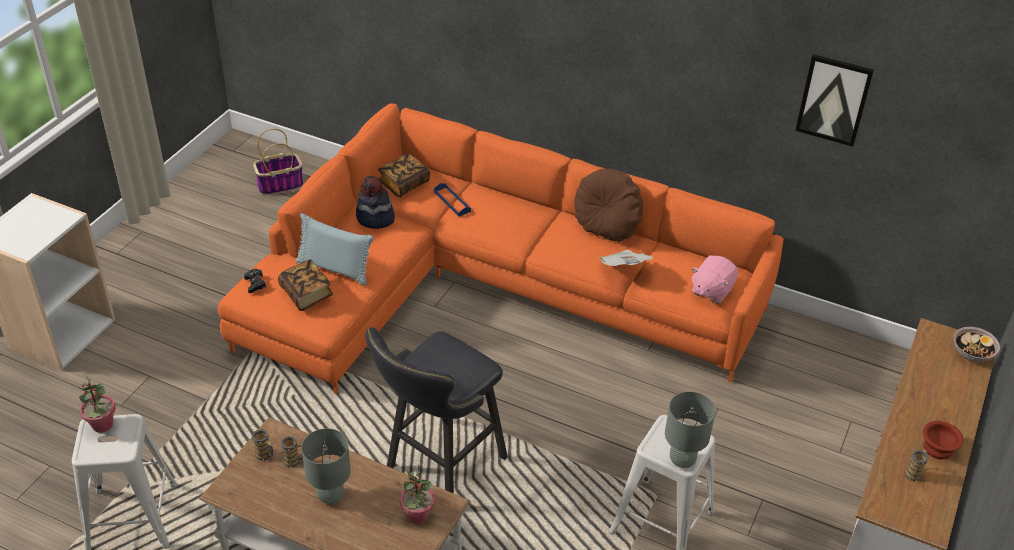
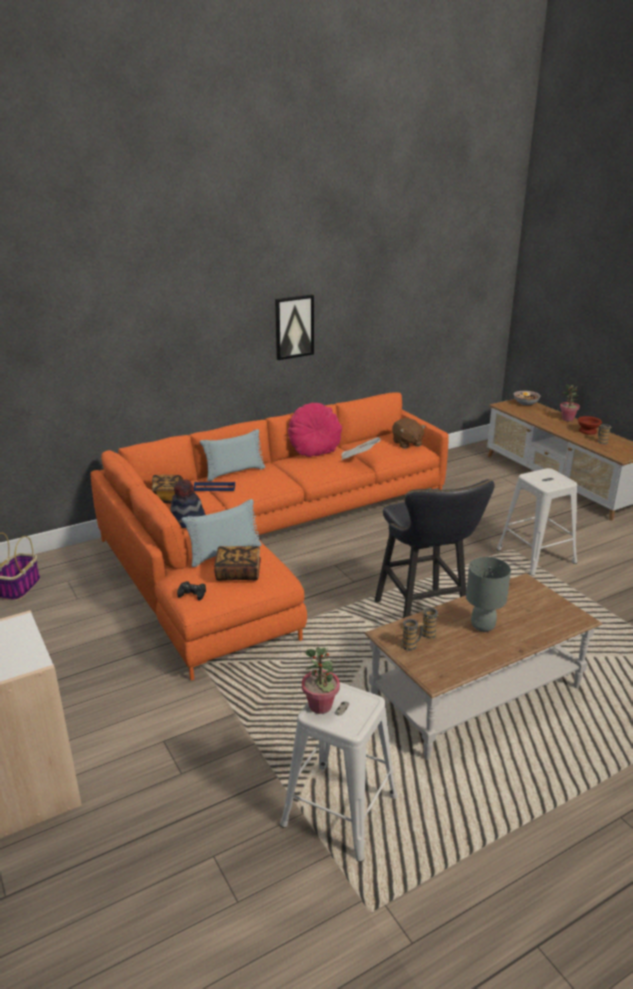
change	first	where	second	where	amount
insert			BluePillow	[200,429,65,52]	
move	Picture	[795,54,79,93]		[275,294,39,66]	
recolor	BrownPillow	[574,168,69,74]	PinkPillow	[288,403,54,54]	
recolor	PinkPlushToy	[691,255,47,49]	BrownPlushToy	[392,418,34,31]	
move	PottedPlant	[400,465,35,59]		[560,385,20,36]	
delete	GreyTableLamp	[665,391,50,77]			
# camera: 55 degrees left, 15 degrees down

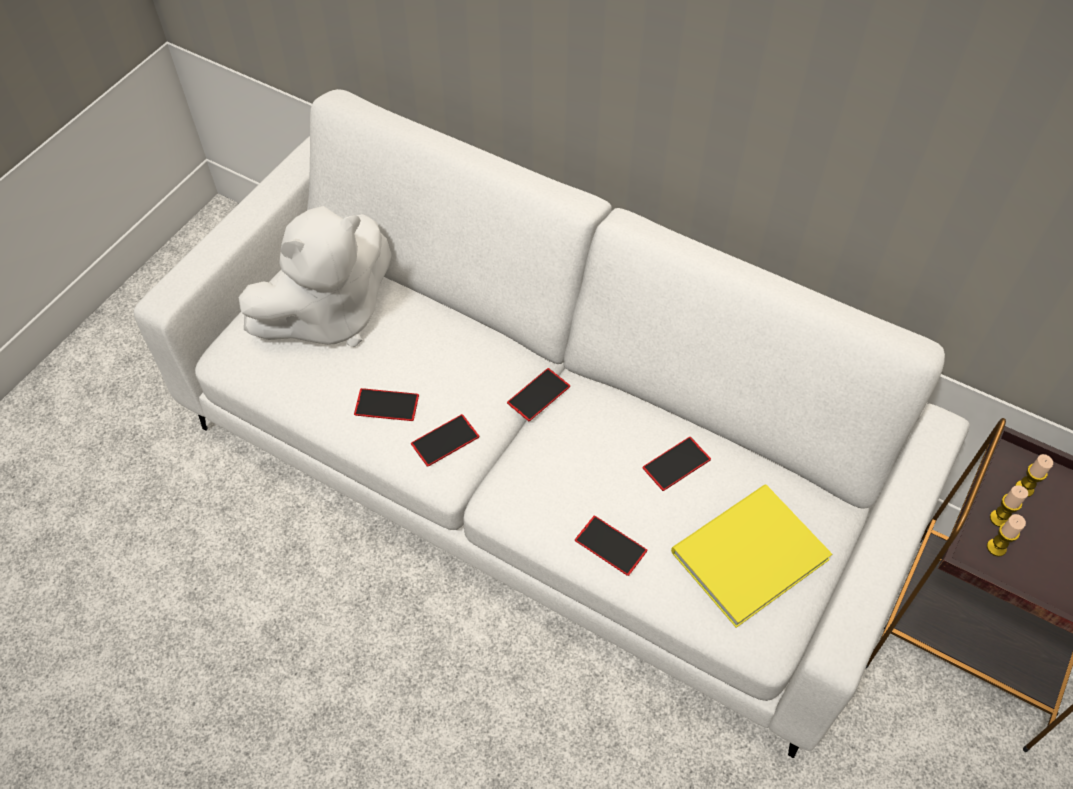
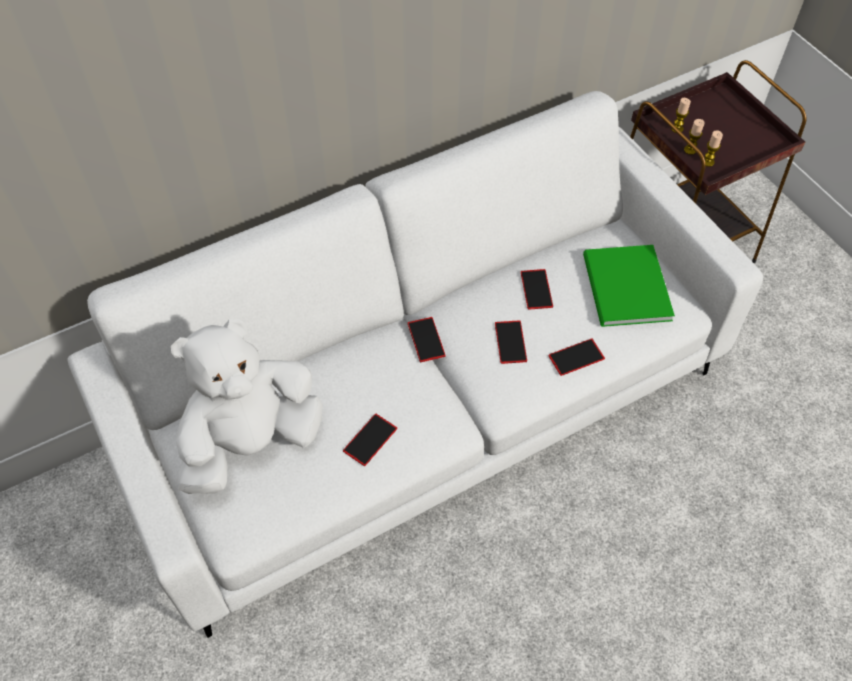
change	first	where	second	where	amount
rotate	WhitePlushToy	[238,206,153,141]		[171,319,152,175]	120 degrees counterclockwise
move	Phone	[411,414,68,53]		[495,320,32,44]	
recolor	YellowBook	[671,485,161,143]	GreenBook	[583,245,92,82]	
# camera: 60 degrees left, 0 degrees up

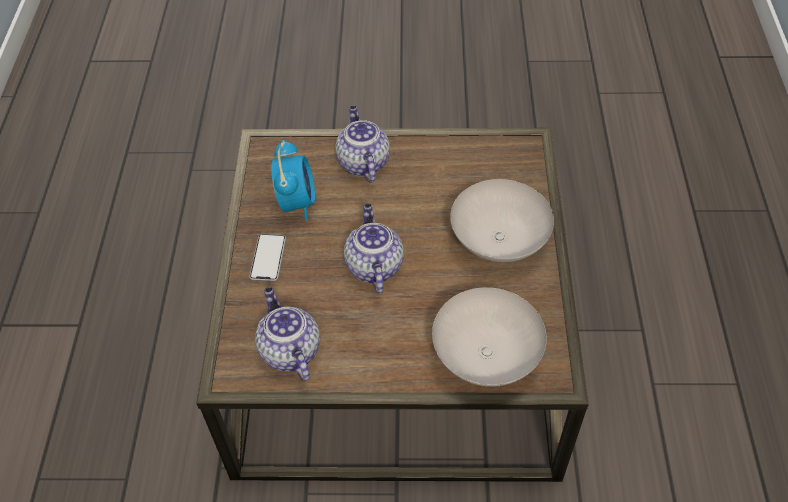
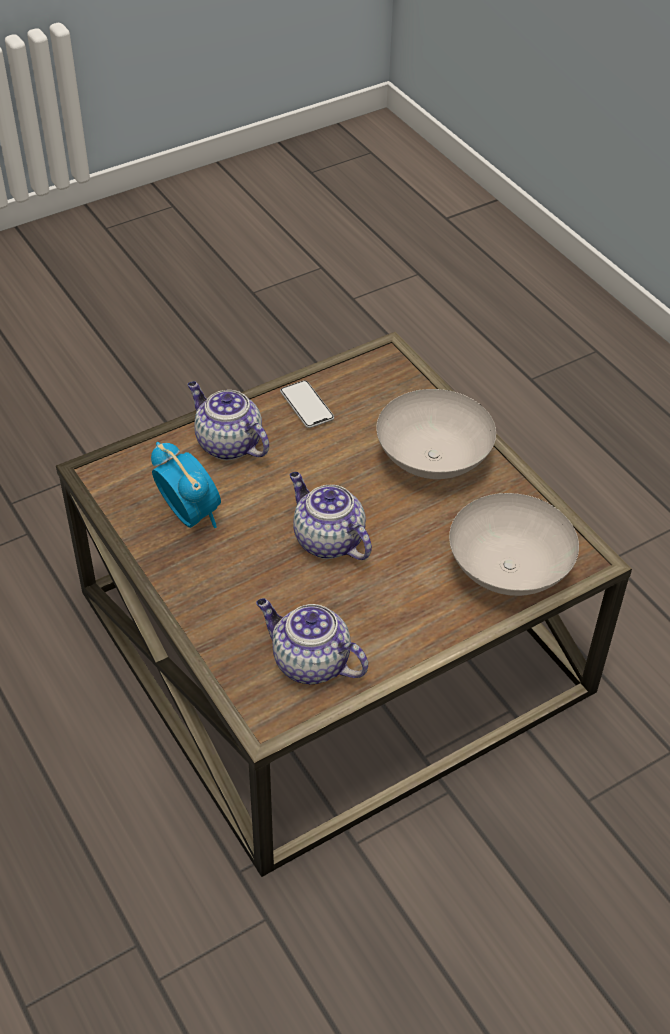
change	first	where	second	where	amount
move	Phone	[249,234,37,47]		[280,380,54,48]	
# camera: 35 degrees left, 5 degrees down

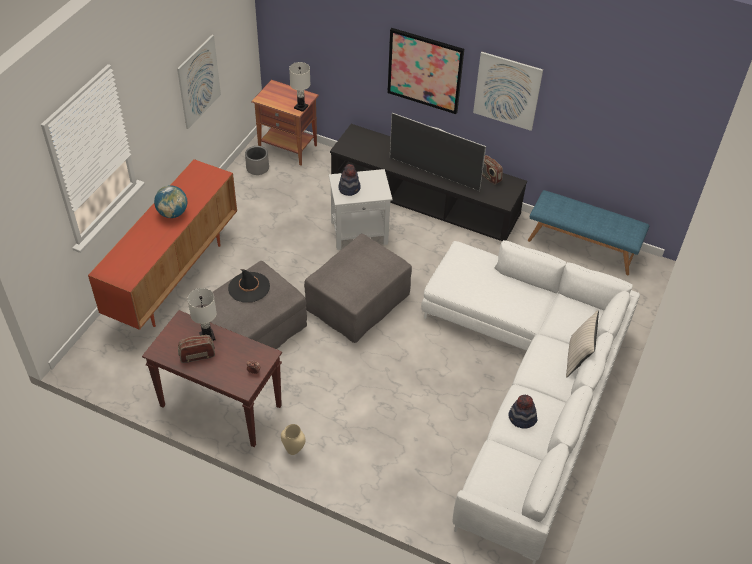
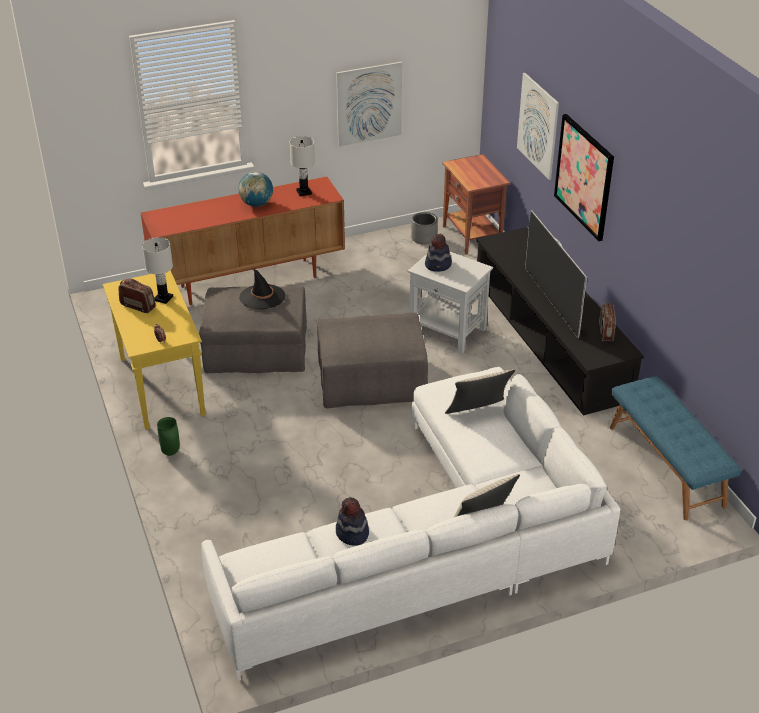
change	first	where	second	where	amount
recolor	BrownConsoleTable	[142,310,140,137]	YellowConsoleTable	[103,270,102,160]	
recolor	BeigeVase	[281,424,24,31]	GreenVase	[157,417,23,39]	
move	WhiteTableLamp	[289,62,22,50]		[290,136,25,60]	
insert			BeigePillow	[445,369,70,45]	
move	Picture	[473,52,70,79]		[517,73,42,107]	
# camera: 45 degrees right, 10 degrees down

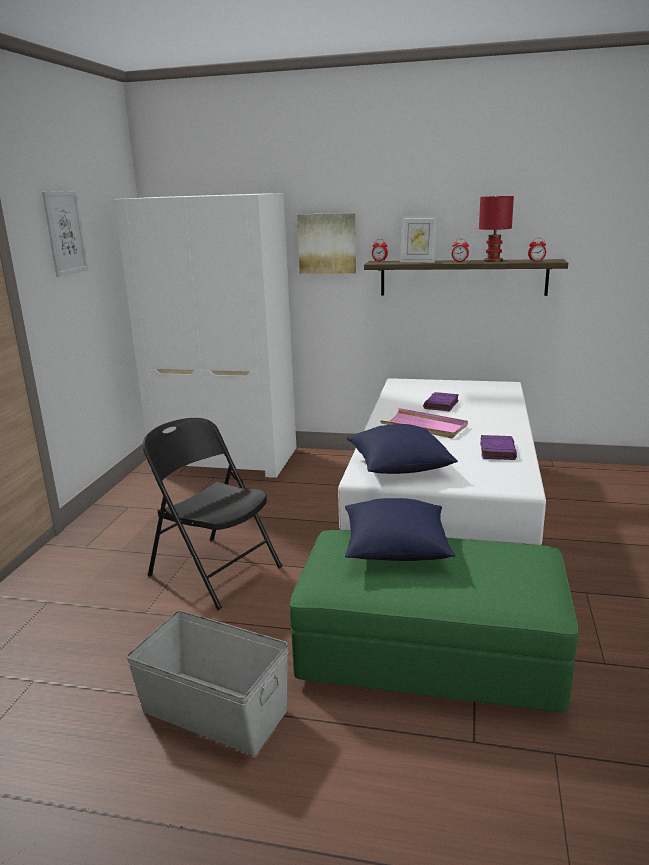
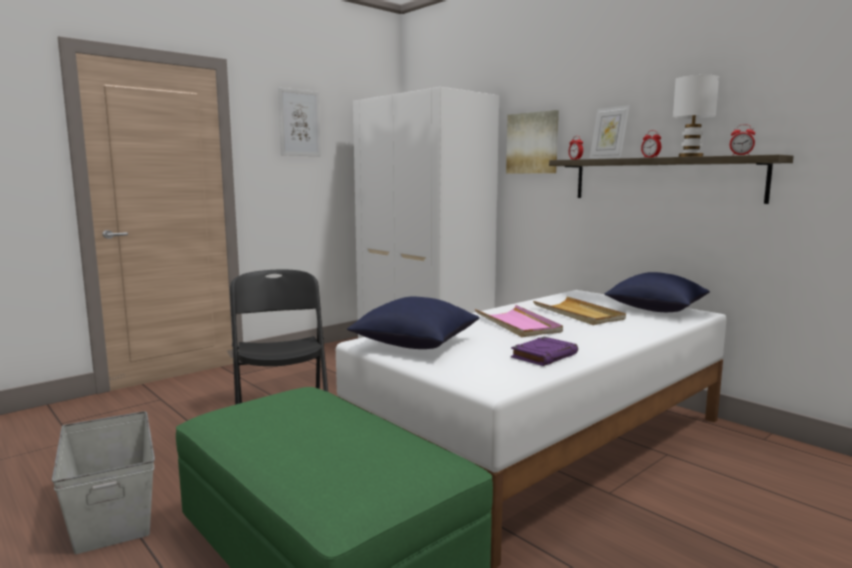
change	first	where	second	where	amount
replace	PurpleBook	[423,392,36,19]	BeigeTray	[533,297,93,28]	
move	BluePillow	[345,498,110,63]		[604,272,106,40]	
recolor	RedTableLamp	[479,196,35,66]	WhiteTableLamp	[673,75,46,82]	
# camera: 35 degrees right, 10 degrees down

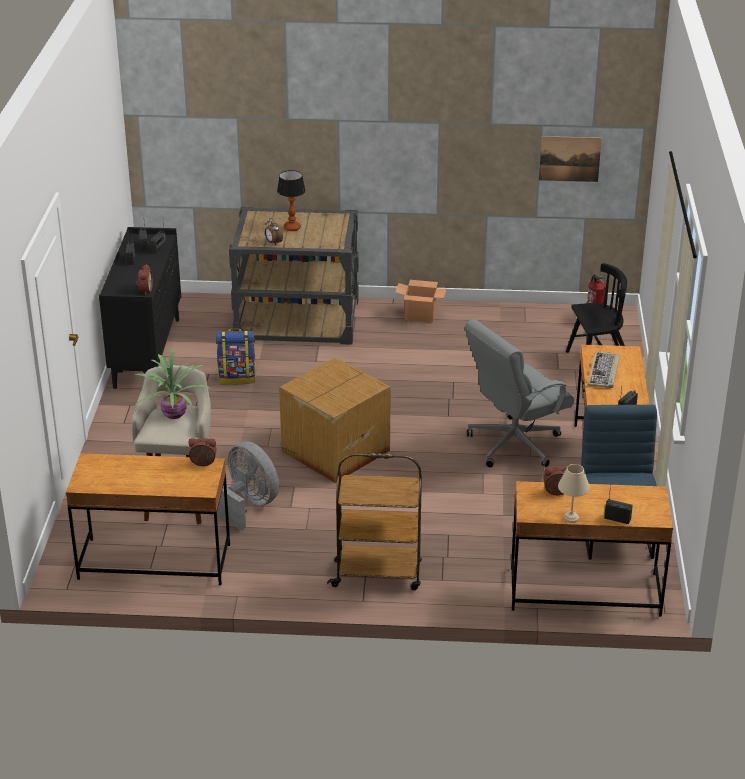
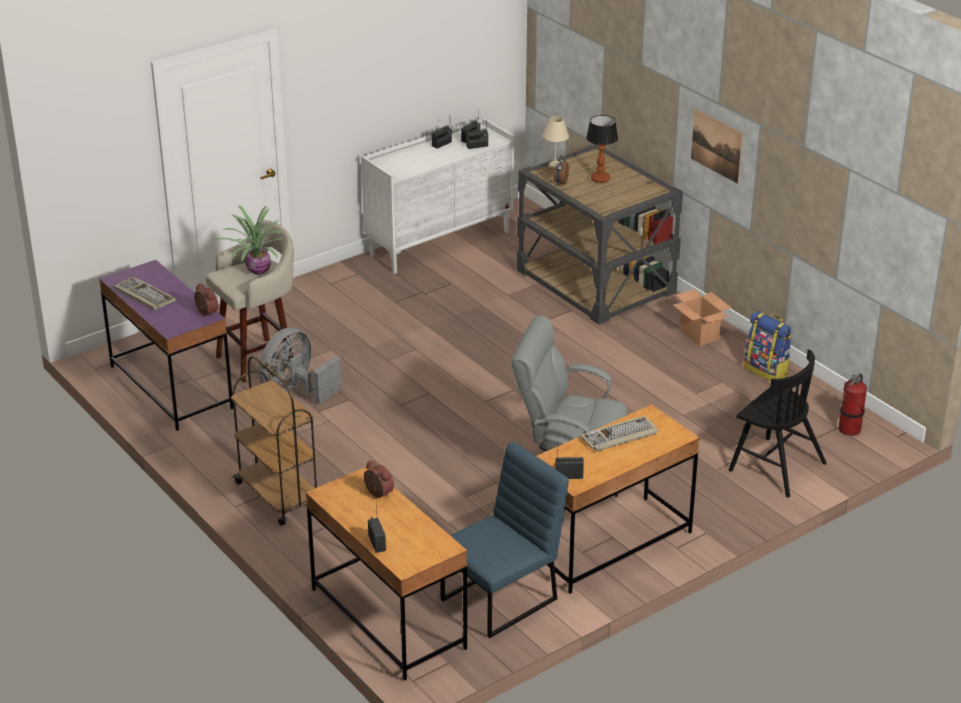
change	first	where	second	where	amount
recolor	BrownDesk	[66,453,164,132]	PurpleDesk	[99,260,134,171]	
insert			Keyboard	[114,277,62,33]	
rotate	GreyFan	[218,441,61,89]		[259,328,83,76]	150 degrees counterclockwise
recolor	BlackCabinet	[99,227,82,162]	WhiteCabinet	[361,117,154,157]	
move	BeigeTableLamp	[558,464,32,59]		[543,116,26,52]	
move	Picture	[539,136,63,46]		[691,109,52,75]	
move	Backpack	[216,329,40,56]		[744,311,48,71]	
delete	AlarmClock	[136,264,17,31]			
delete	CardboardBox	[279,357,112,126]			
# camera: 50 degrees right, 0 degrees up

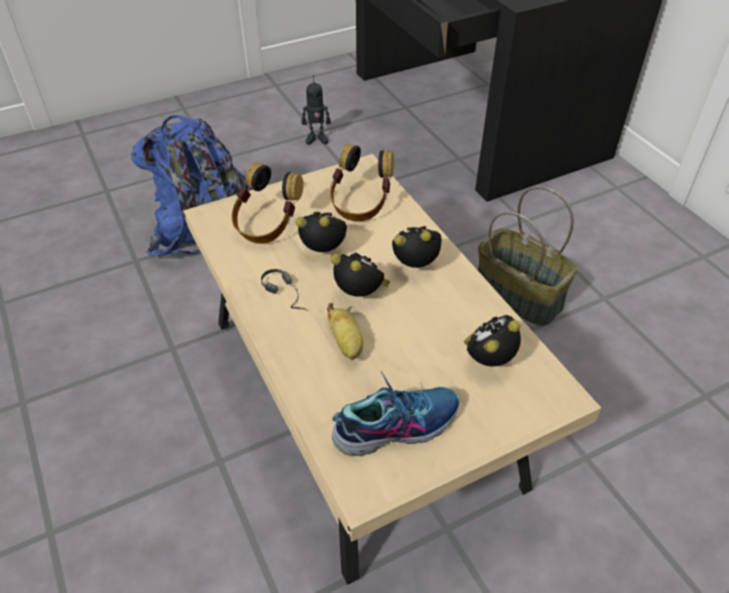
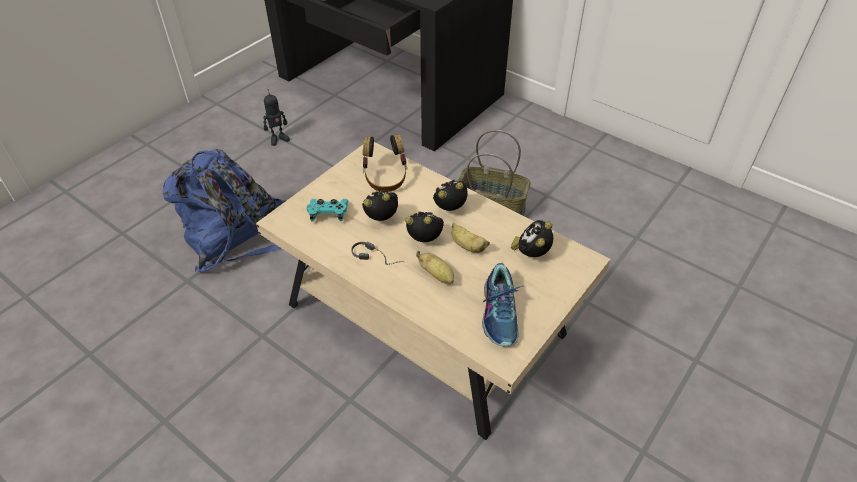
change	first	where	second	where	amount
replace	Headphones	[232,163,71,81]	TurquoiseGameController	[306,199,42,22]	
insert			Banana	[452,223,38,30]	
rotate	Shoe	[332,372,128,84]		[482,262,41,85]	135 degrees clockwise
# camera: 25 degrees left, 0 degrees up

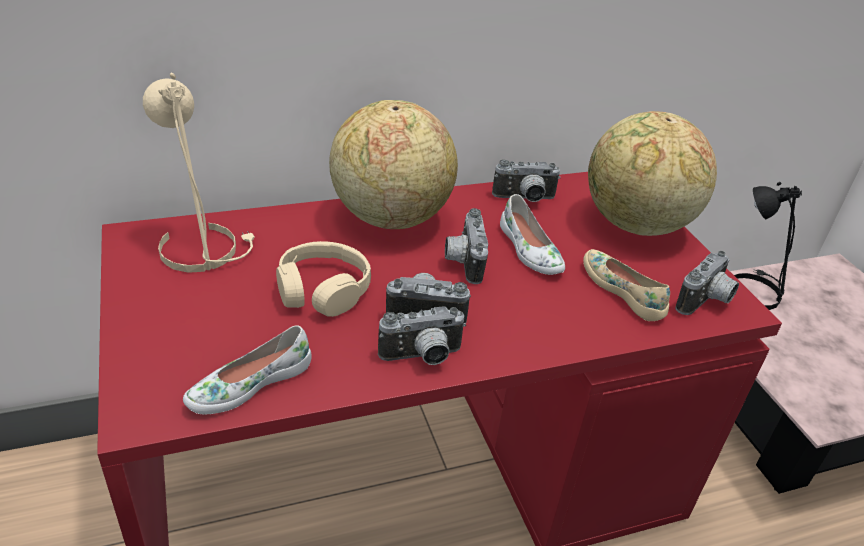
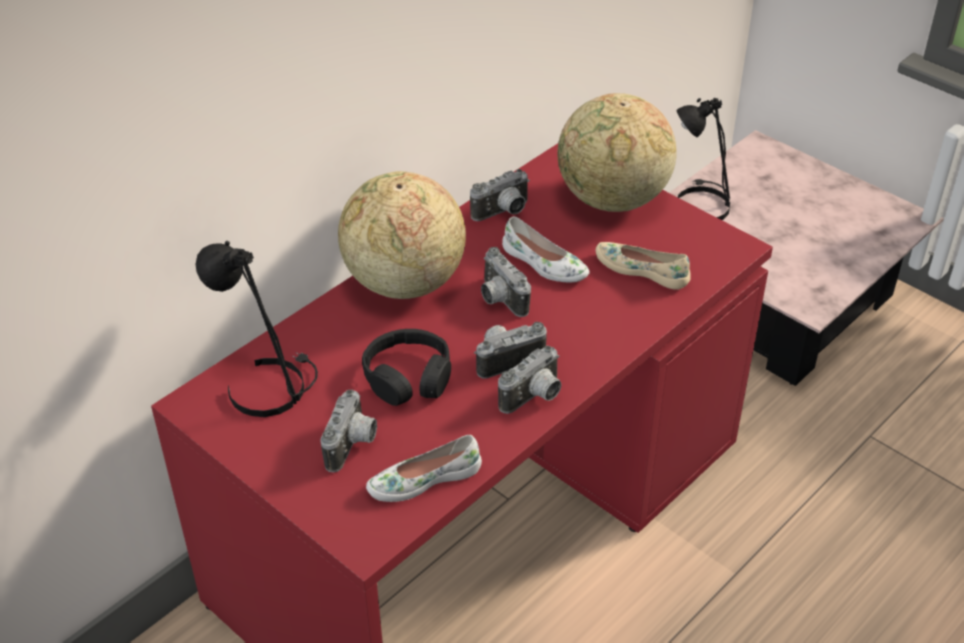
change	first	where	second	where	amount
recolor	BeigeTableLamp	[143,73,112,200]	BlackTableLamp	[195,241,123,176]	
move	PhotoCamera	[675,250,64,65]		[320,389,57,83]	
recolor	BeigeHeadphones	[276,241,95,76]	BlackHeadphones	[362,329,89,77]	
rotate	WhiteShoe	[183,325,129,89]		[366,435,116,67]	45 degrees clockwise
# camera: 25 degrees left, 5 degrees up

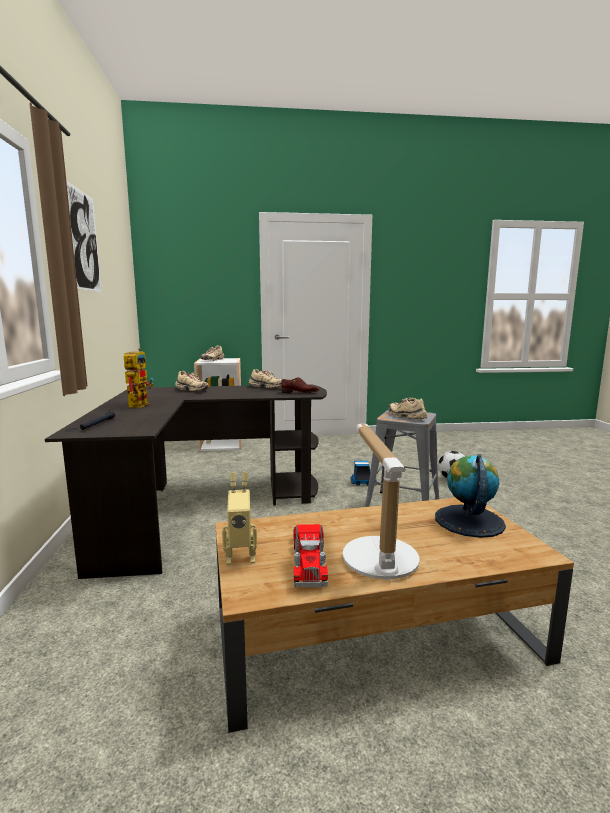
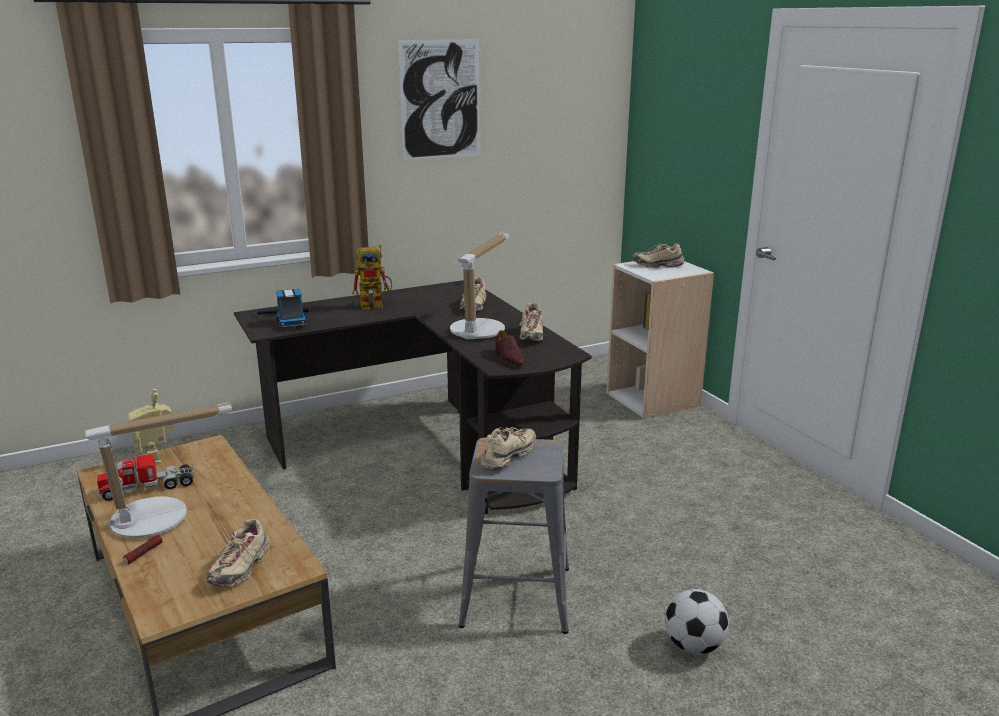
change	first	where	second	where	amount
insert			Flashlight	[123,535,39,29]	
replace	Globe	[435,454,71,84]	BeigeShoe	[207,519,63,68]	
move	ToyTruck	[350,461,27,25]		[276,289,31,39]	
insert			TableLamp	[450,233,59,106]	
# camera: 70 degrees right, 10 degrees up

